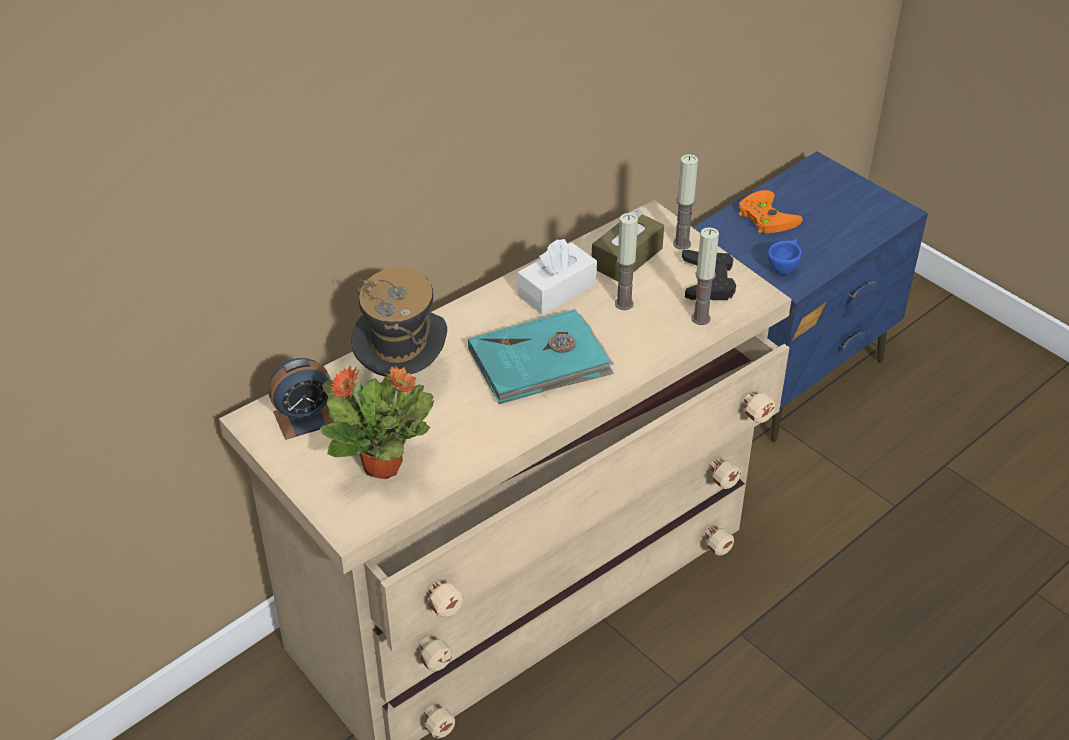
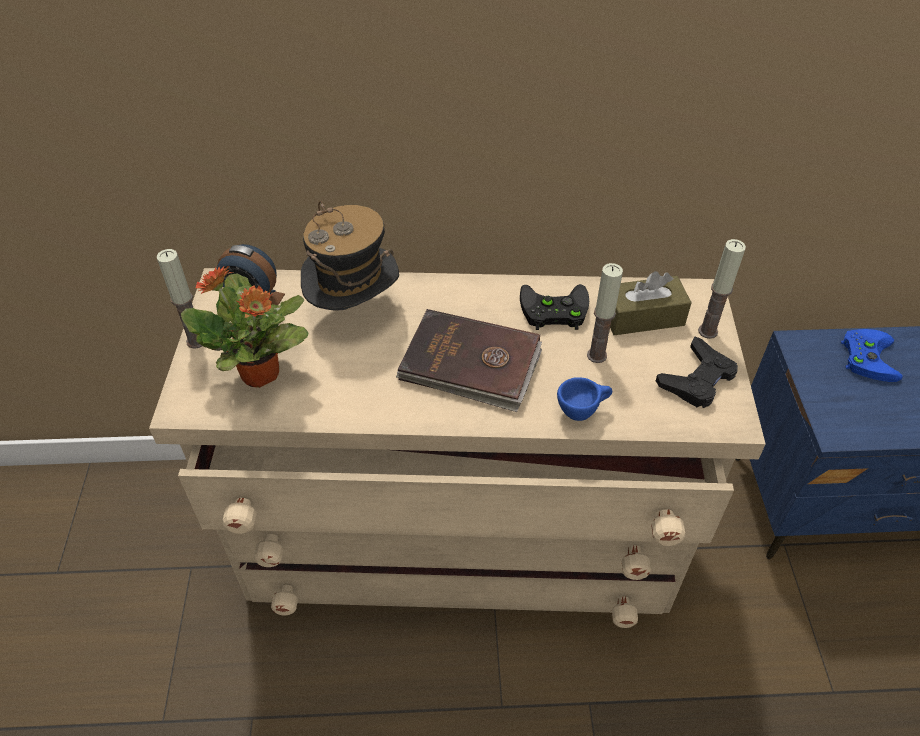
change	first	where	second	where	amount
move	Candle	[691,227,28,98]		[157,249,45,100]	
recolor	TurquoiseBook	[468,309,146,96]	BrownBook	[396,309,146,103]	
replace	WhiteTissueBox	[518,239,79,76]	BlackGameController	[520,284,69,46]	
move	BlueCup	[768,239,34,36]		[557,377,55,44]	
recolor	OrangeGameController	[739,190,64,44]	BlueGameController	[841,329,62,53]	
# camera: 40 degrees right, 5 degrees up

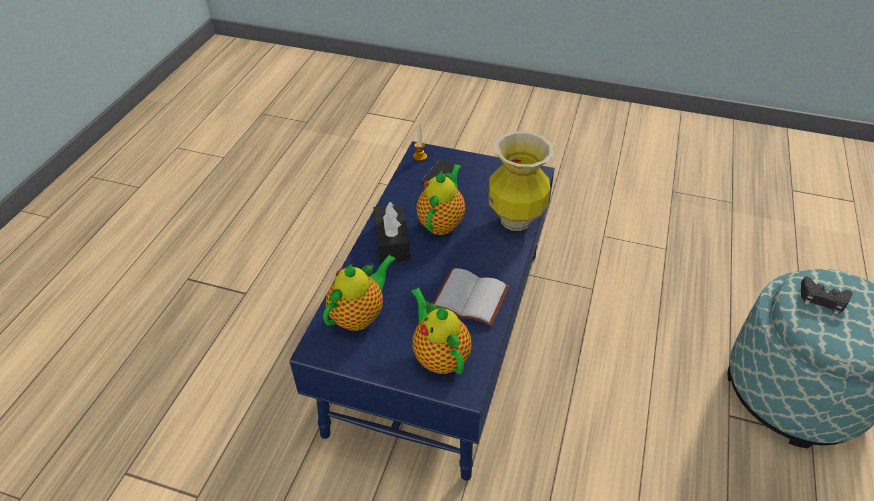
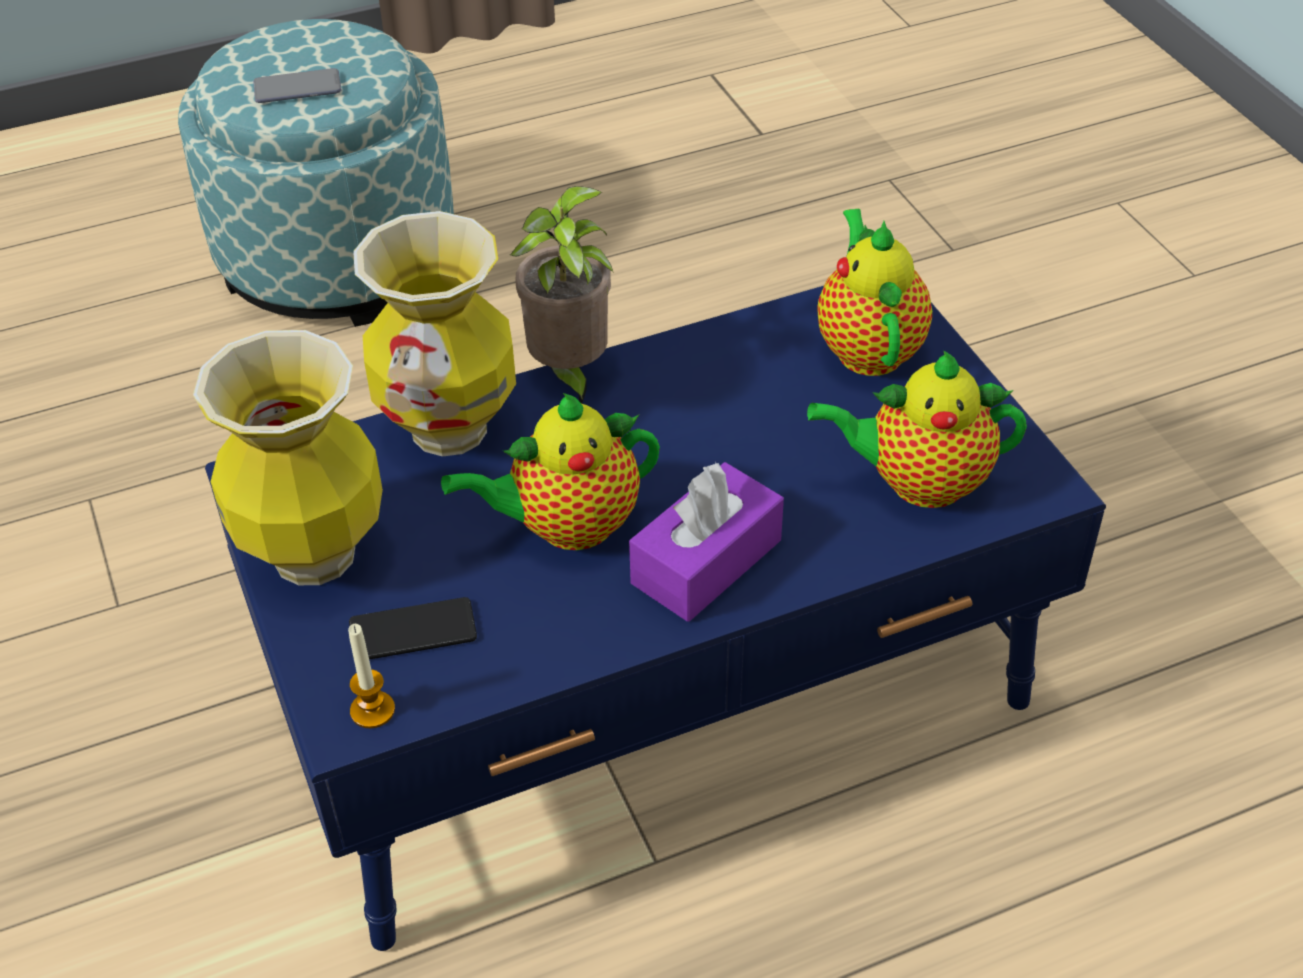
change	first	where	second	where	amount
insert			Vase	[193,330,190,255]	
replace	BlackGameController	[801,277,52,38]	Phone	[253,68,89,35]	
insert			PottedPlant	[510,186,104,218]	
recolor	BlackTissueBox	[373,202,37,61]	PurpleTissueBox	[629,461,155,161]	
rotate	Teapot	[411,288,61,86]		[817,209,115,167]	150 degrees clockwise
delete	WhiteBook	[432,268,77,58]			
# camera: 130 degrees left, 0 degrees up

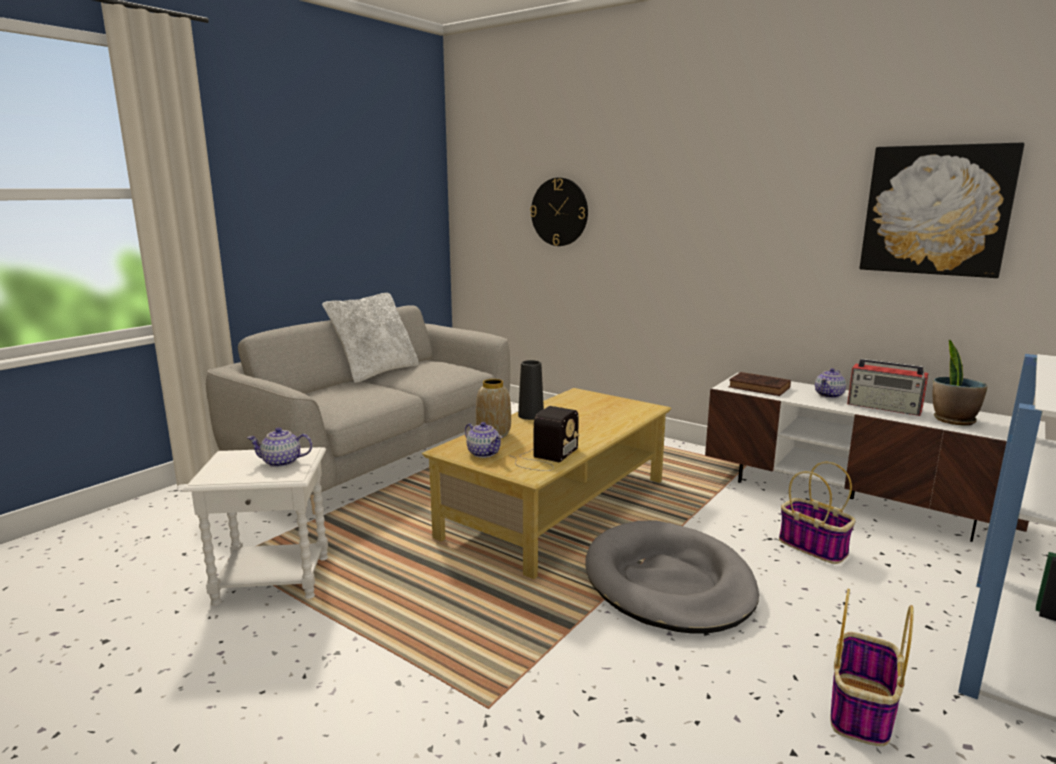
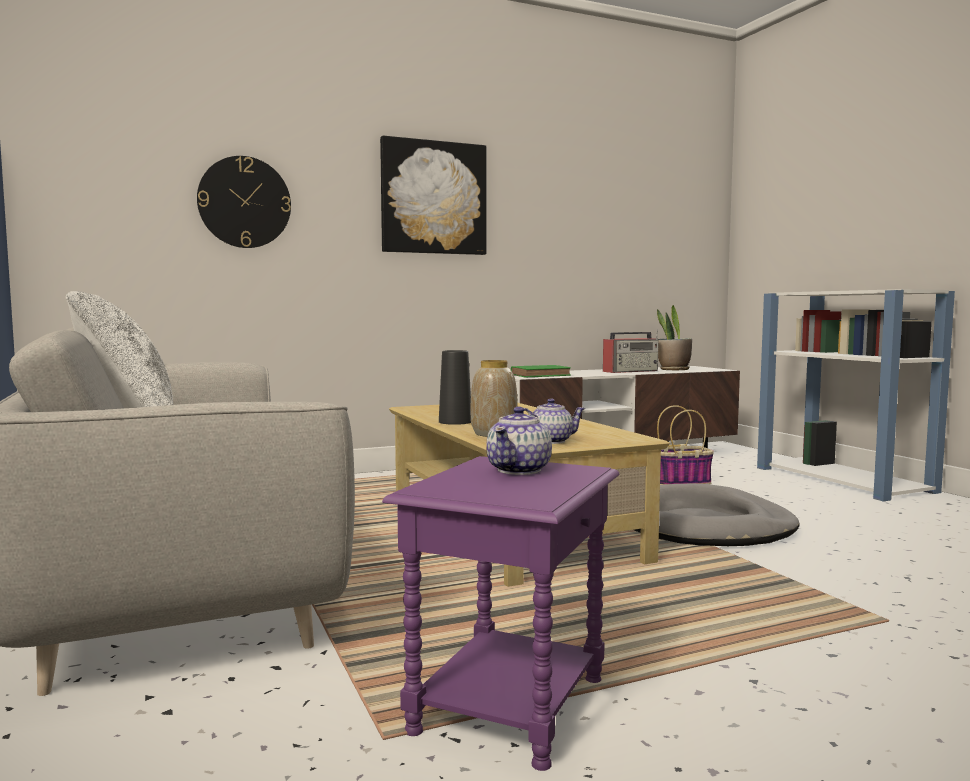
change	first	where	second	where	amount
move	Picture	[860,143,165,135]		[380,136,106,119]	
recolor	WhiteSideTable	[182,447,146,159]	PurpleSideTable	[382,456,238,315]	
recolor	BrownBook	[729,372,62,24]	GreenBook	[511,365,60,12]	
delete	Radio	[509,406,71,65]			
delete	Teapot	[815,368,31,30]			
delete	Basket	[830,589,84,157]			
# camera: 60 degrees left, 10 degrees down

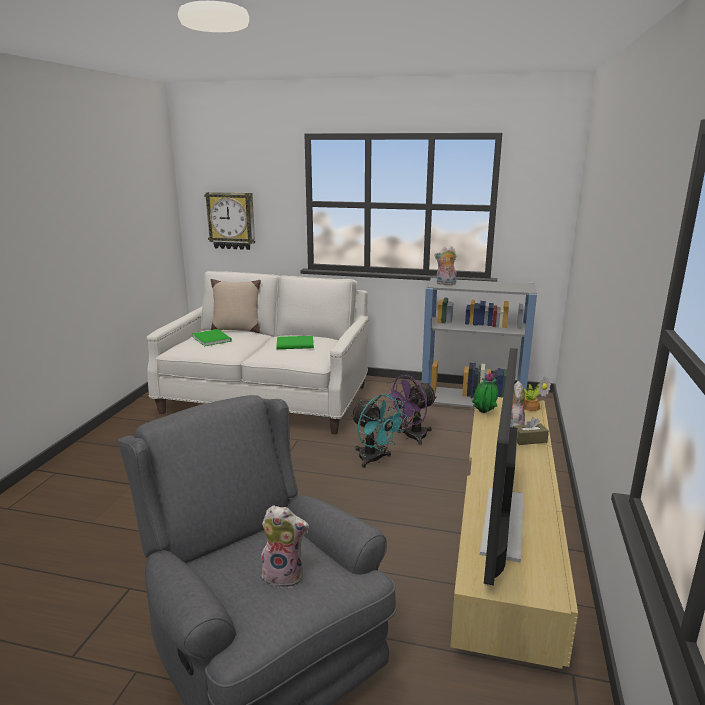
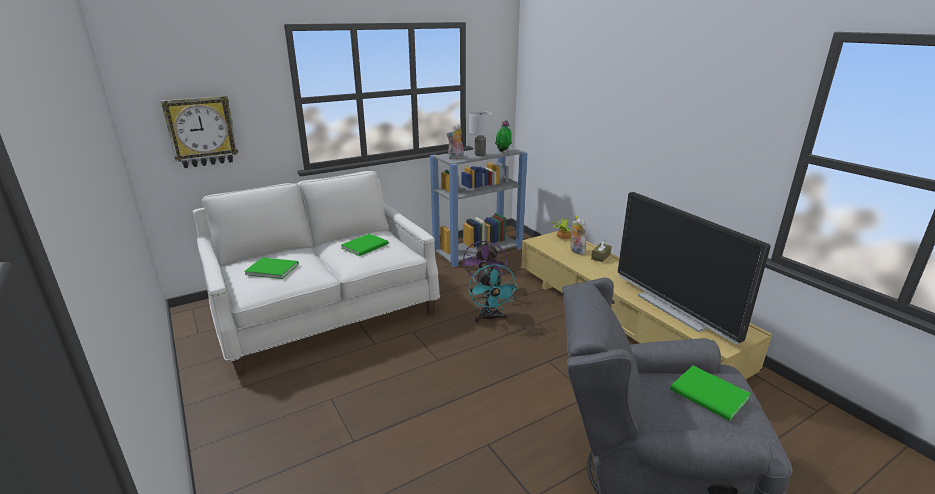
change	first	where	second	where	amount
insert			WhiteTableLamp	[469,111,23,45]	
rotate	TurquoiseFan	[350,394,57,74]		[469,264,49,58]	75 degrees clockwise
move	PottedPlant	[472,372,26,41]		[495,120,17,32]	
replace	PlushToy	[261,505,48,83]	GreenBook	[670,366,81,55]	
delete	BeigePillow	[211,279,50,54]			
# camera: 45 degrees left, 5 degrees up

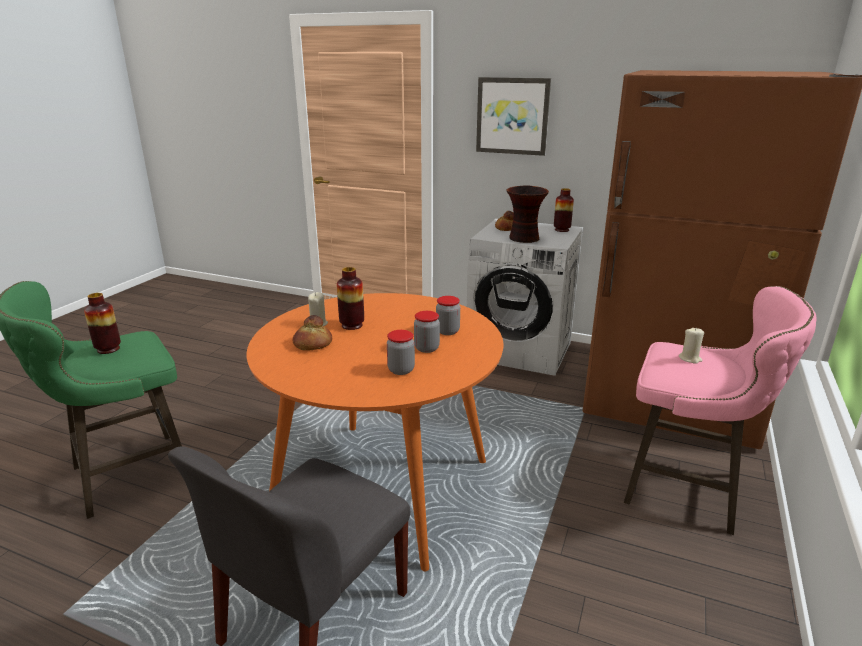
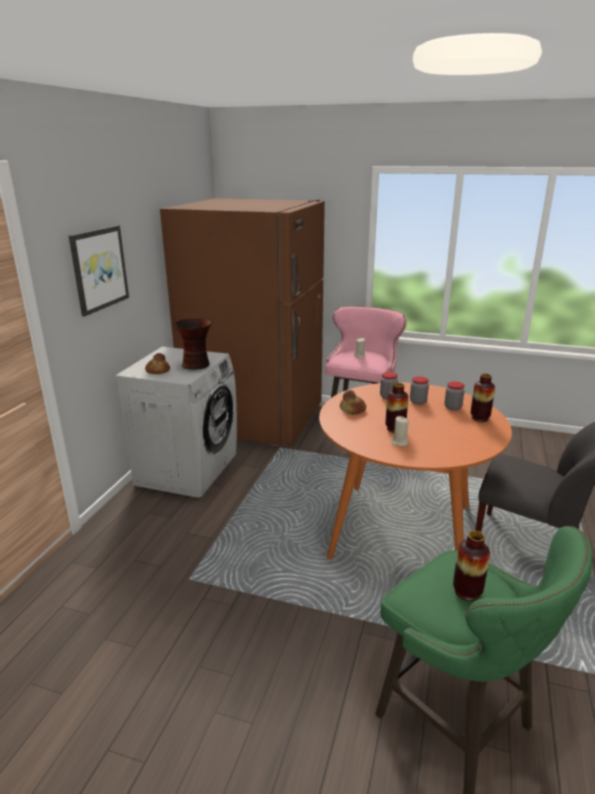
change	first	where	second	where	amount
move	Bread	[293,315,39,36]		[340,390,26,24]	
move	Vase	[554,188,20,44]		[471,373,24,49]	
# camera: 95 degrees left, 0 degrees up

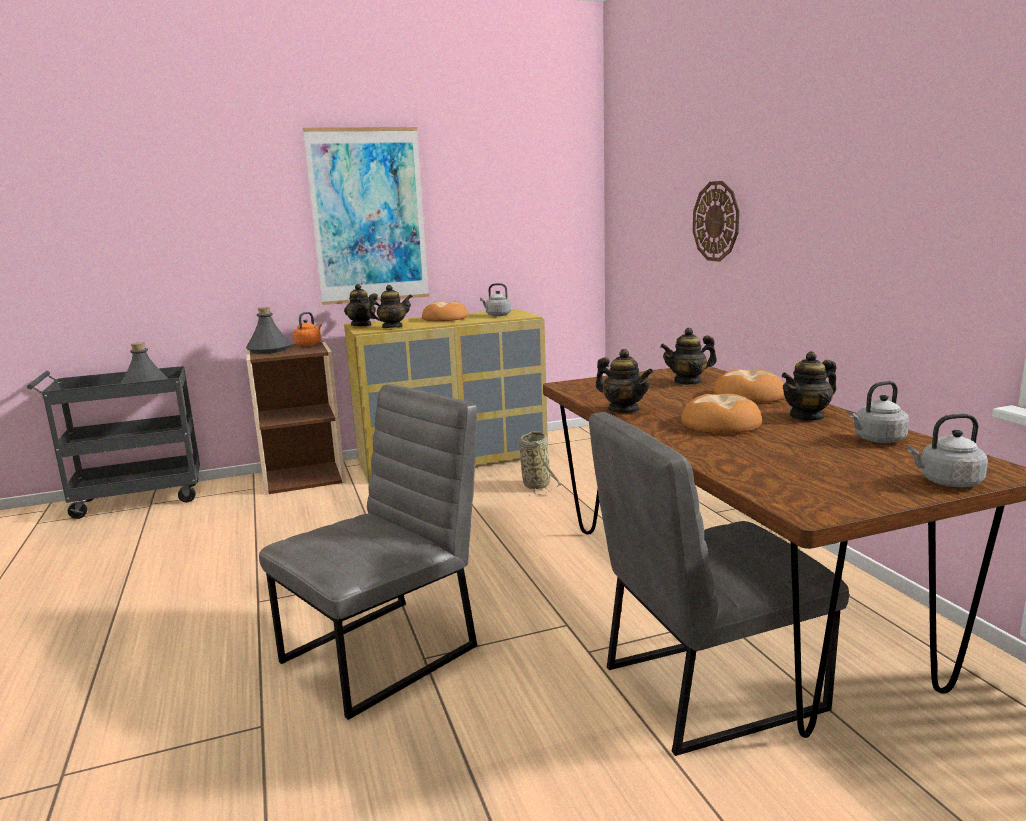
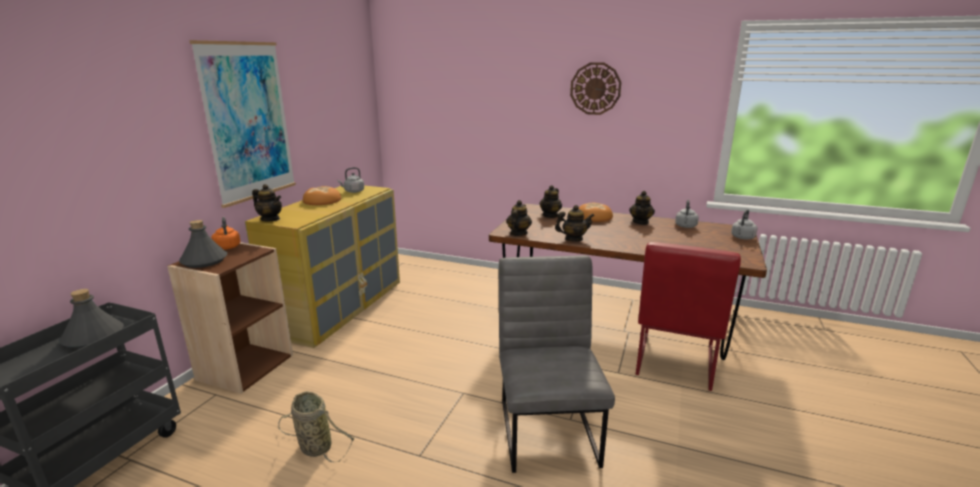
change	first	where	second	where	amount
move	Basket	[519,431,43,64]		[278,391,76,71]	
move	Teapot	[367,285,46,43]		[506,200,26,36]	
move	WallClock	[693,181,46,80]		[570,62,51,53]	
recolor	GreyChair	[589,412,260,344]	RedChair	[636,242,105,149]	
delete	Bread	[681,394,81,40]			
# camera: 50 degrees left, 5 degrees up

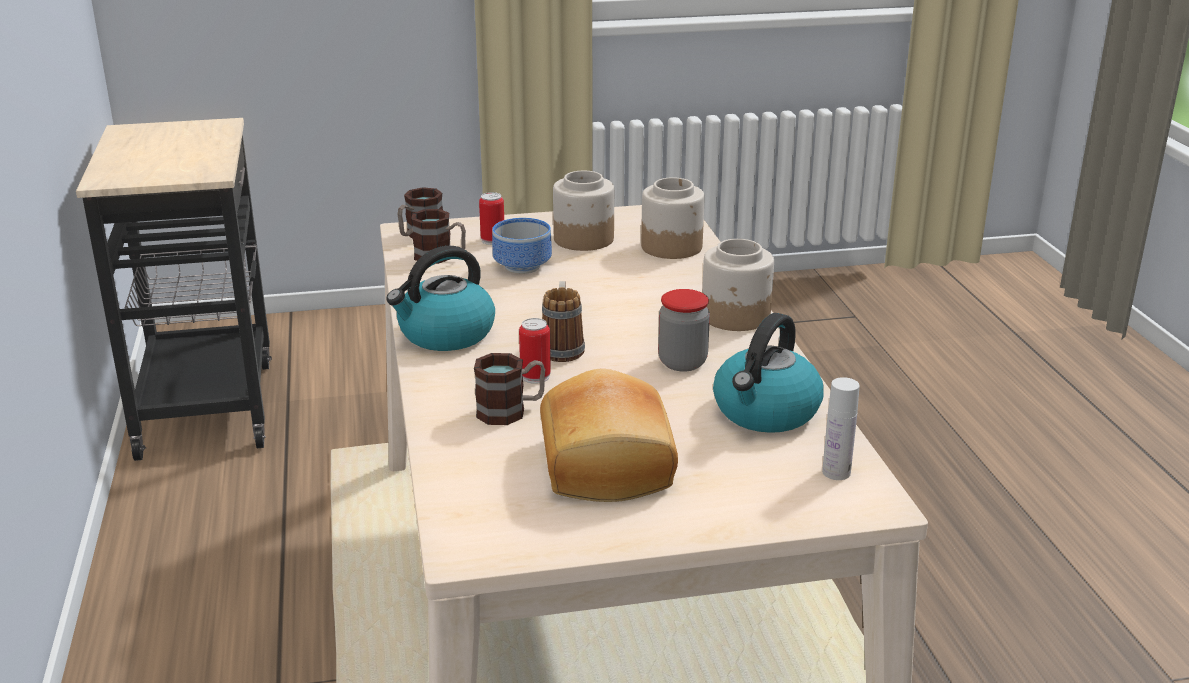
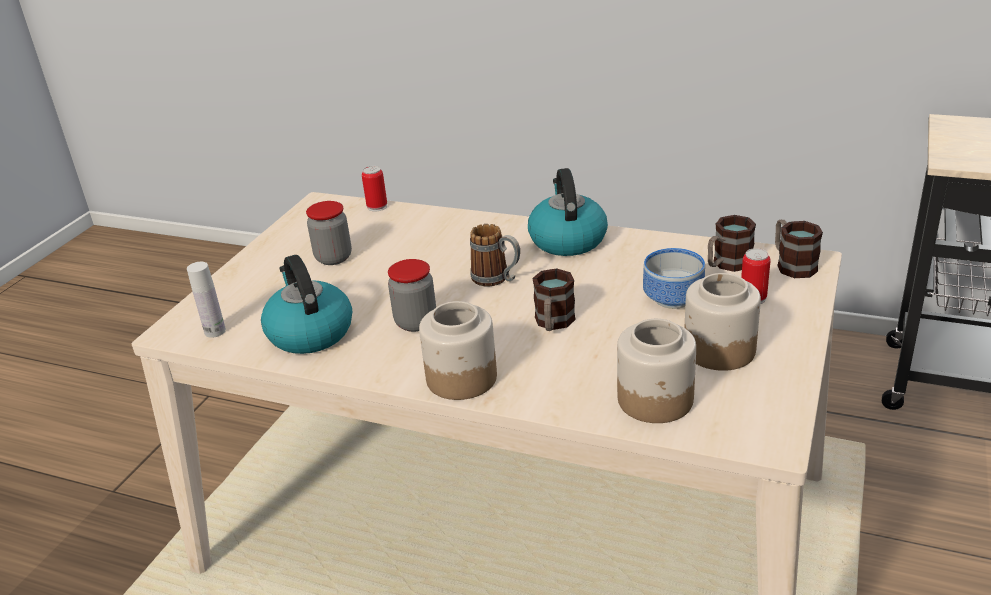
change	first	where	second	where	amount
replace	Bread	[540,369,138,133]	Jar	[306,201,46,64]	
move	Can	[519,318,32,66]		[362,166,25,45]	
move	Mug	[474,353,71,72]		[532,268,44,63]	
# camera: 125 degrees right, 5 degrees up

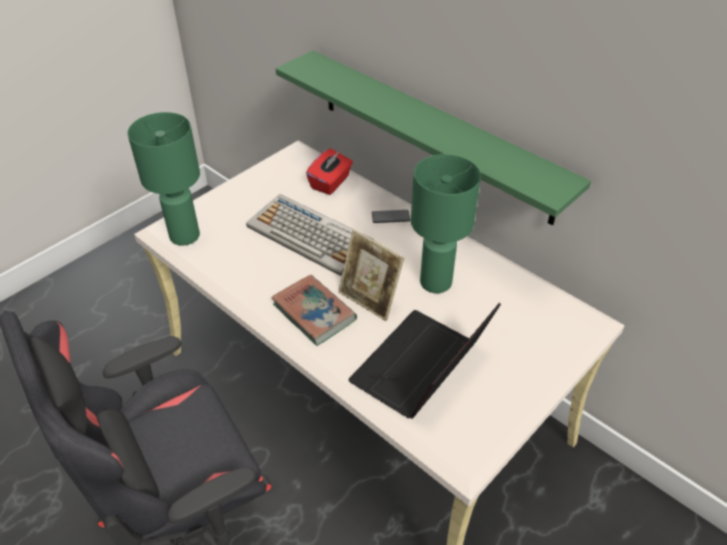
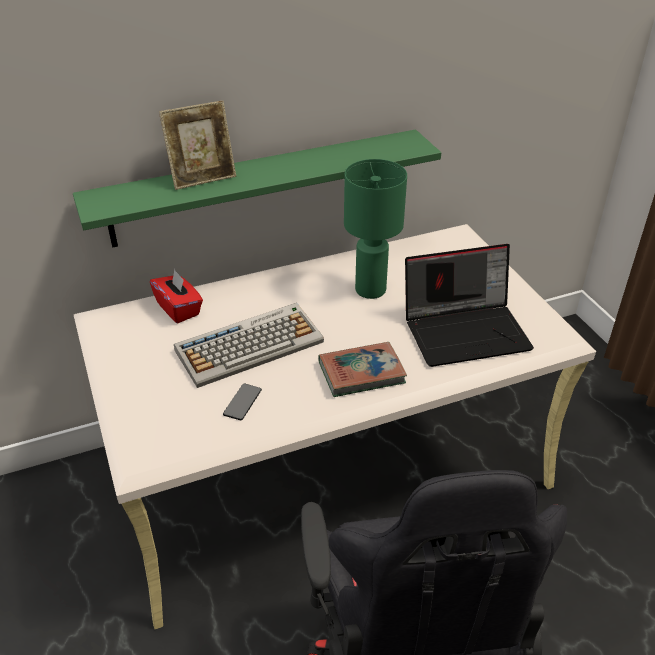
change	first	where	second	where	amount
move	PictureFrame	[338,229,66,92]		[159,101,77,89]	
move	Phone	[372,210,38,13]		[223,383,39,37]	
rotate	Laptop	[348,302,153,117]		[405,244,129,123]	75 degrees counterclockwise
delete	GreenTableLamp	[128,112,72,134]			
# camera: 65 degrees left, 5 degrees down

